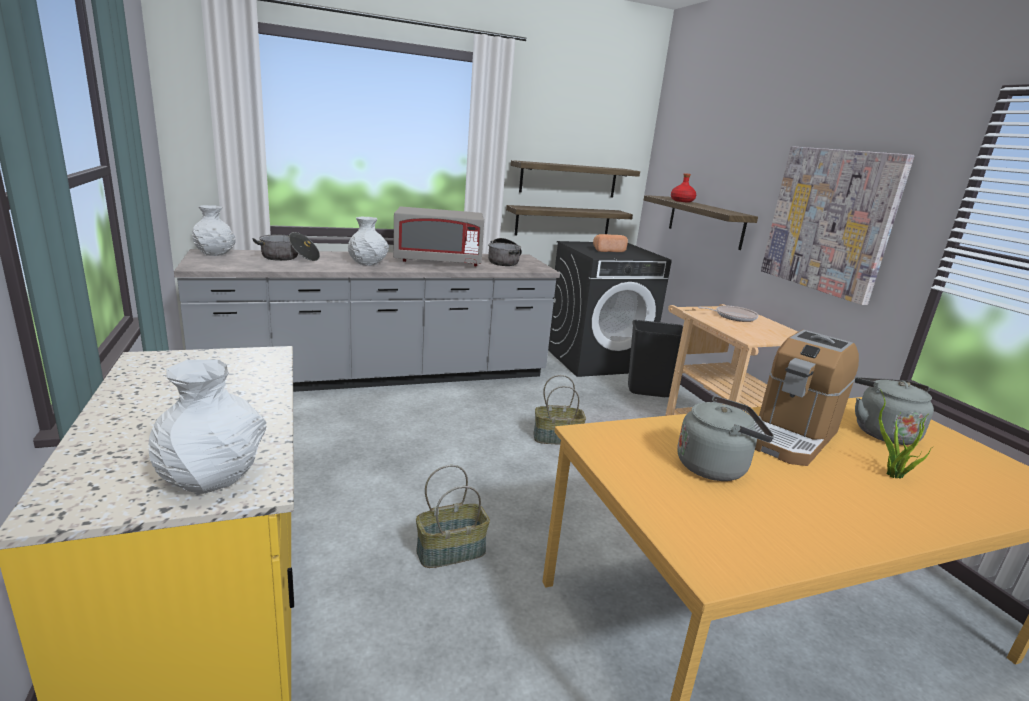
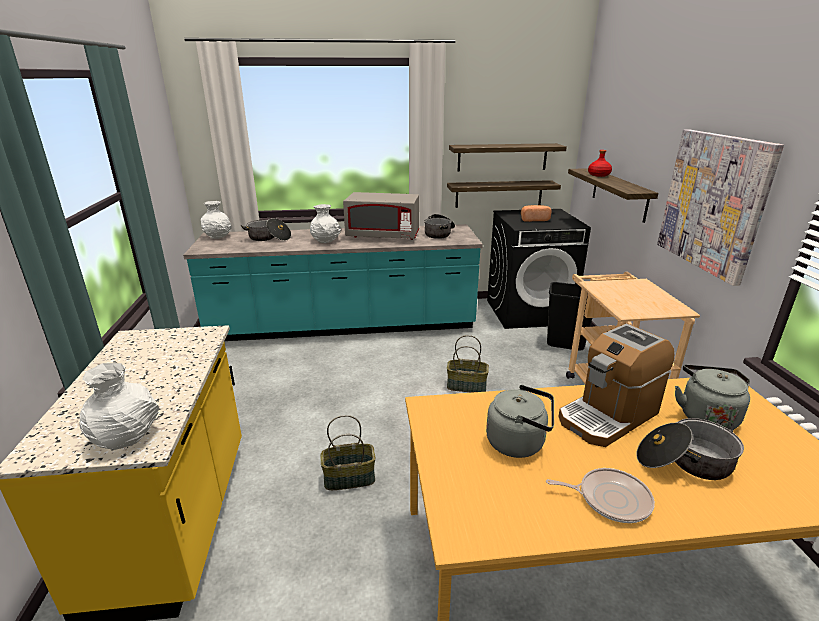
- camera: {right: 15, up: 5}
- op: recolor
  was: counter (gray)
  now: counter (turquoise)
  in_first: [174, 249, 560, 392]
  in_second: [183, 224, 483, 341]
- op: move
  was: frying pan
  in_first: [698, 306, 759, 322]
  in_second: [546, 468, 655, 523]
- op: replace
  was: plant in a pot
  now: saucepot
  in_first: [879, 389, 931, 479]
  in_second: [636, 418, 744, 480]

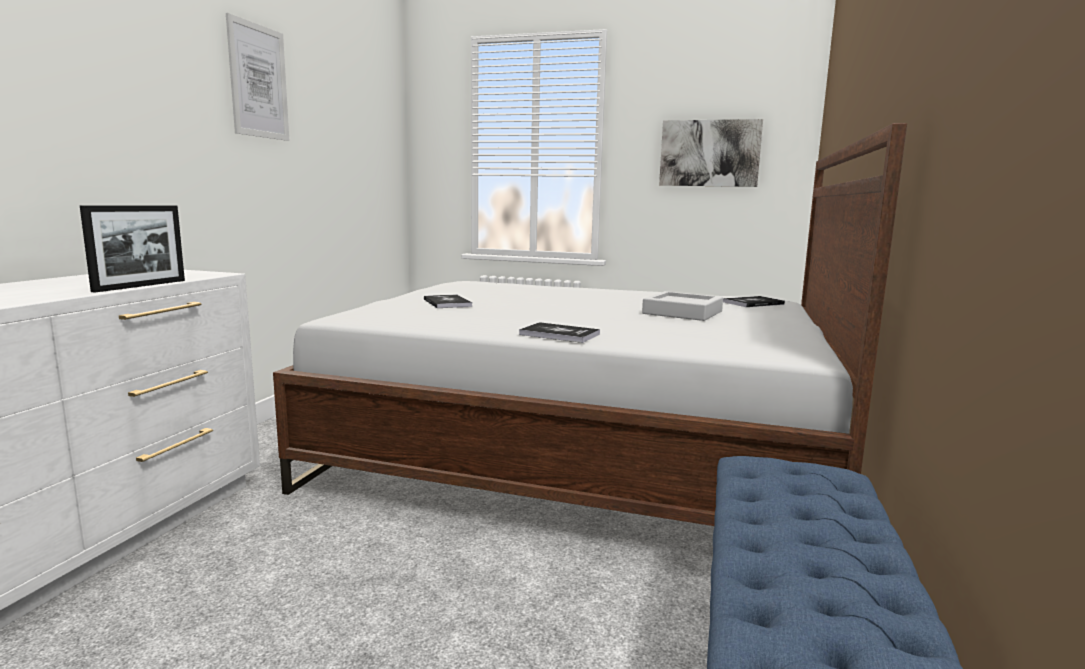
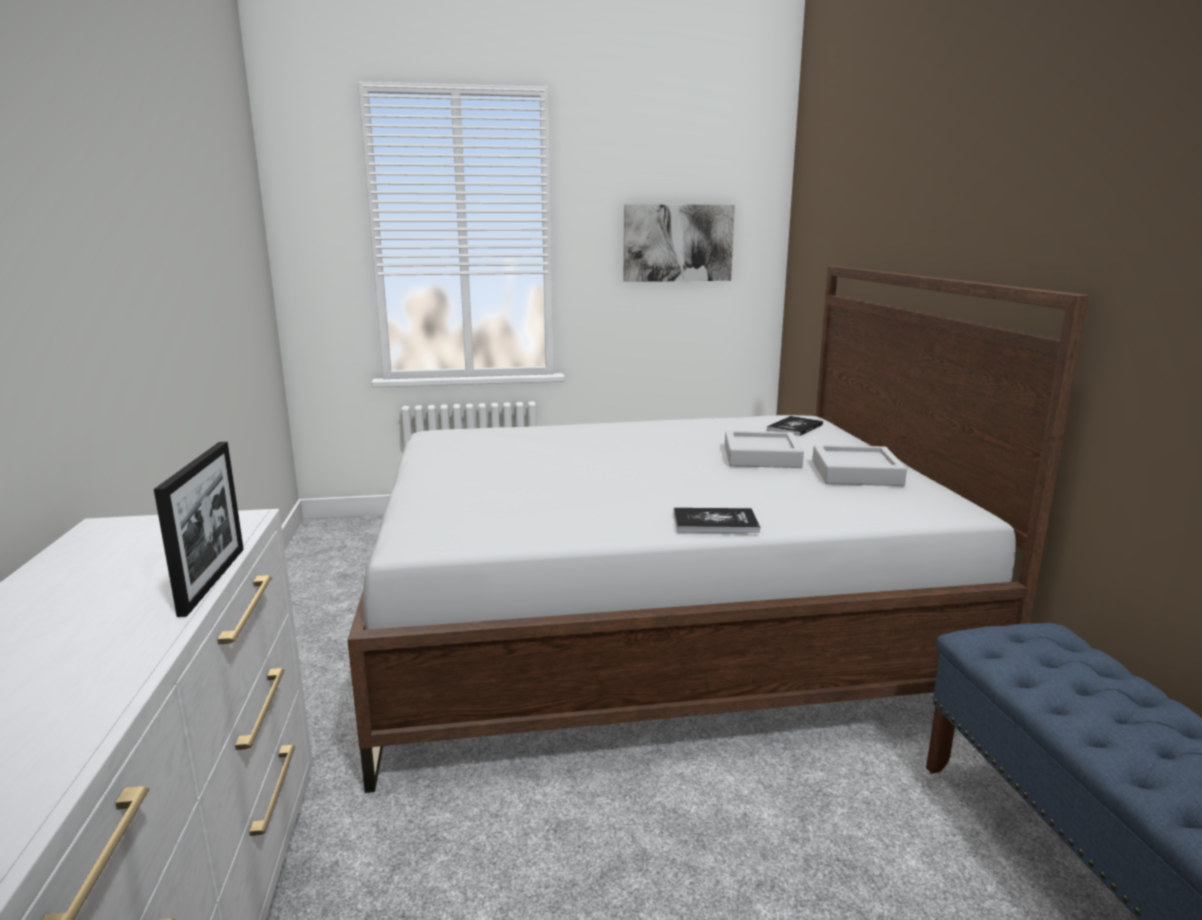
- camera: {right: -25, up: 5}
- op: delete
  was: wall picture
  in_first: [226, 13, 289, 141]
- op: delete
  was: bound book
  in_first: [424, 294, 472, 308]
- op: insert
  now: tray (gray)
  in_second: [812, 445, 907, 486]

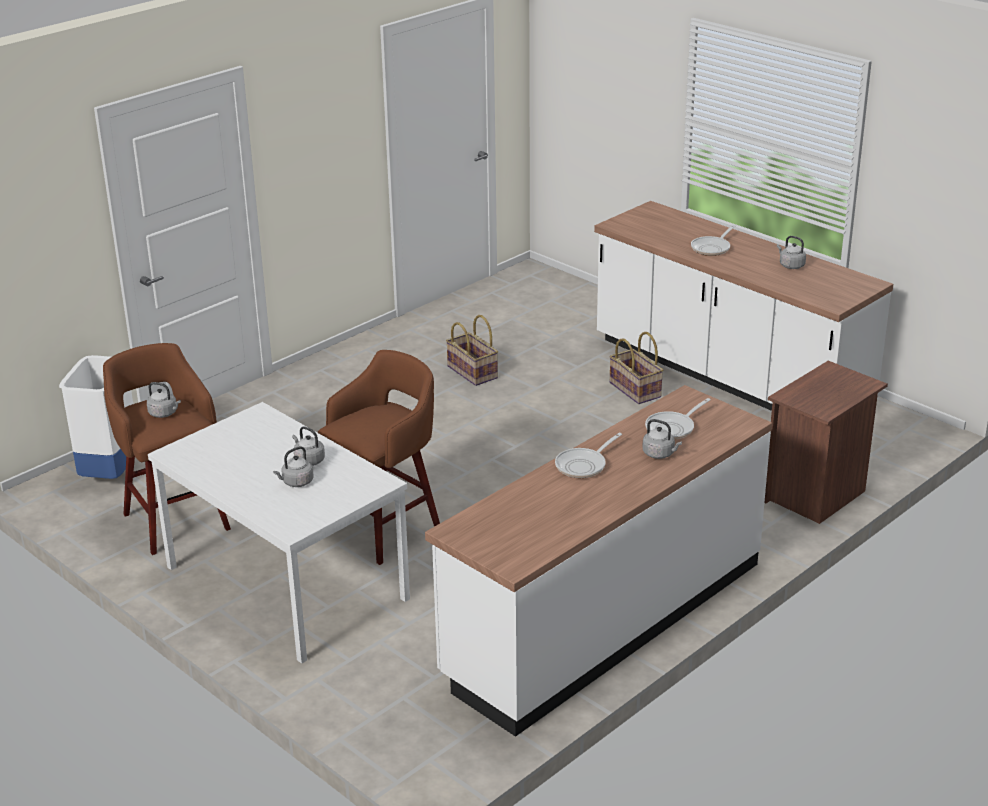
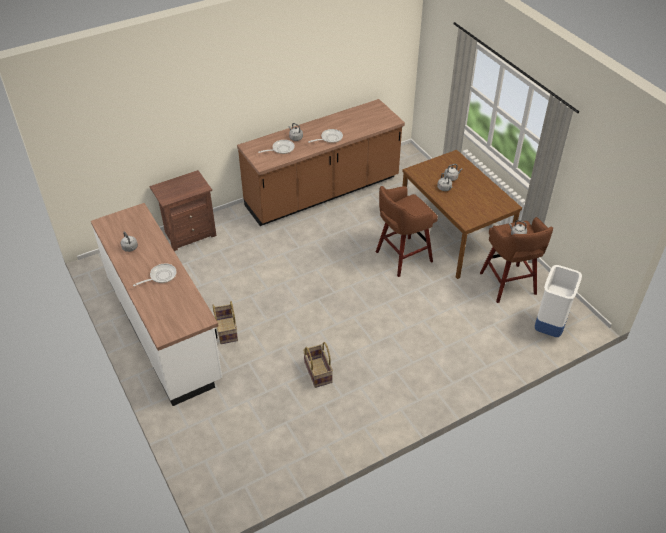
- camera: {right: -165, up: 15}
- op: recolor
  was: dinner table (white)
  now: dinner table (brownish)
  in_first: [148, 402, 410, 664]
  in_second: [402, 150, 522, 279]
- op: recolor
  was: counter (white)
  now: counter (brownish)
  in_first: [425, 385, 772, 737]
  in_second: [237, 99, 405, 226]

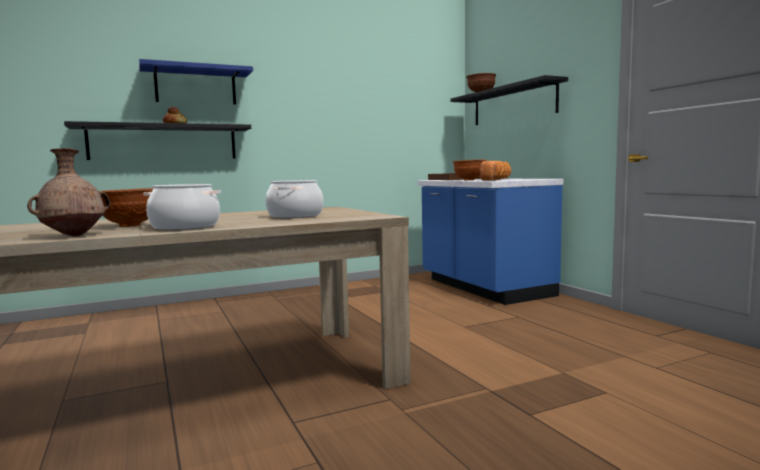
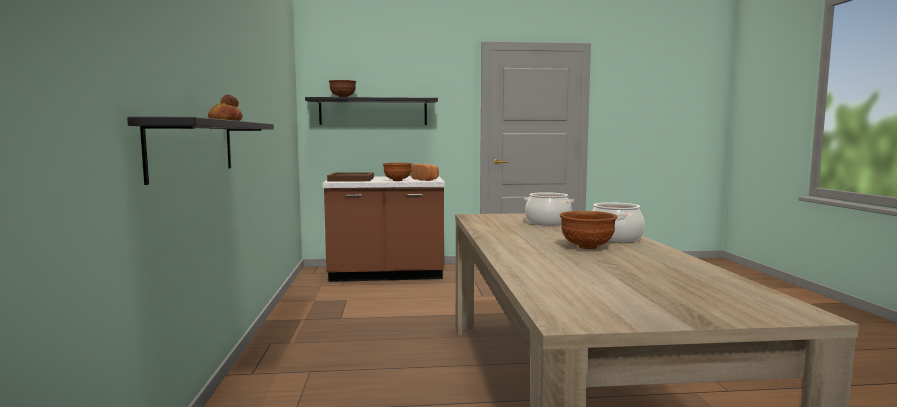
- camera: {right: -70, up: 0}
- op: delete
  was: decorative vase (brownish)
  in_first: [27, 148, 110, 236]
- op: delete
  was: shelf (blue-coloured)
  in_first: [139, 59, 253, 105]
- op: recolor
  was: counter (blue-coloured)
  now: counter (brownish)
  in_first: [417, 179, 563, 305]
  in_second: [322, 176, 445, 282]

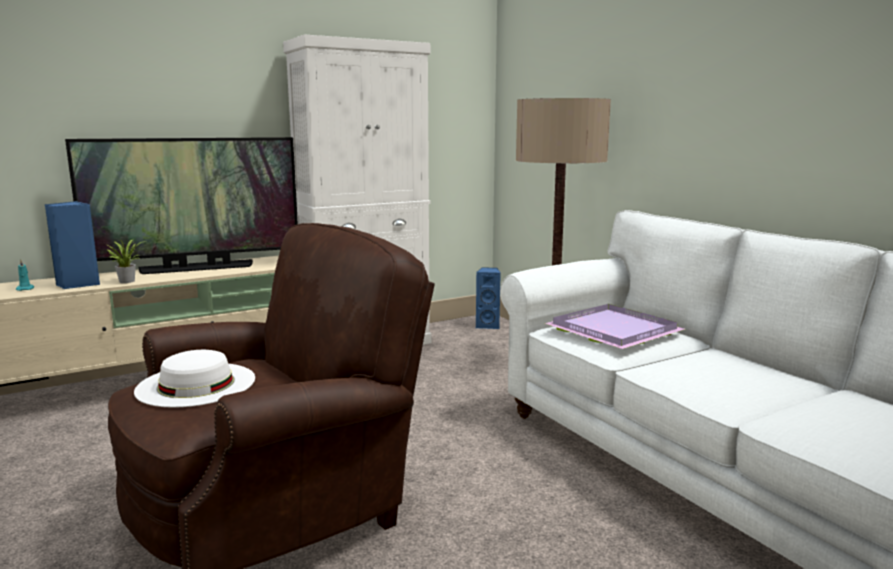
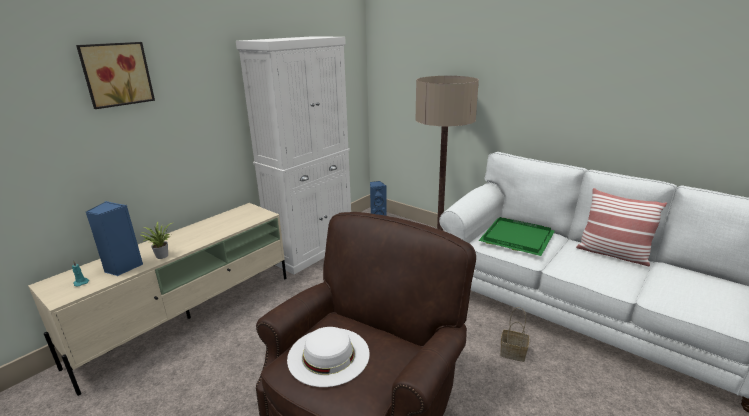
- camera: {right: -20, up: 10}
- op: delete
  was: TV
  in_first: [65, 137, 298, 274]
- op: recolor
  was: tray (purple-coloured)
  now: tray (green-coloured)
  in_first: [544, 304, 685, 349]
  in_second: [478, 217, 555, 256]
- op: insert
  now: wall picture
  in_second: [76, 42, 155, 109]
- op: insert
  now: storage basket
  in_second: [500, 307, 529, 362]
- op: insert
  now: cushion
  in_second: [576, 188, 667, 266]

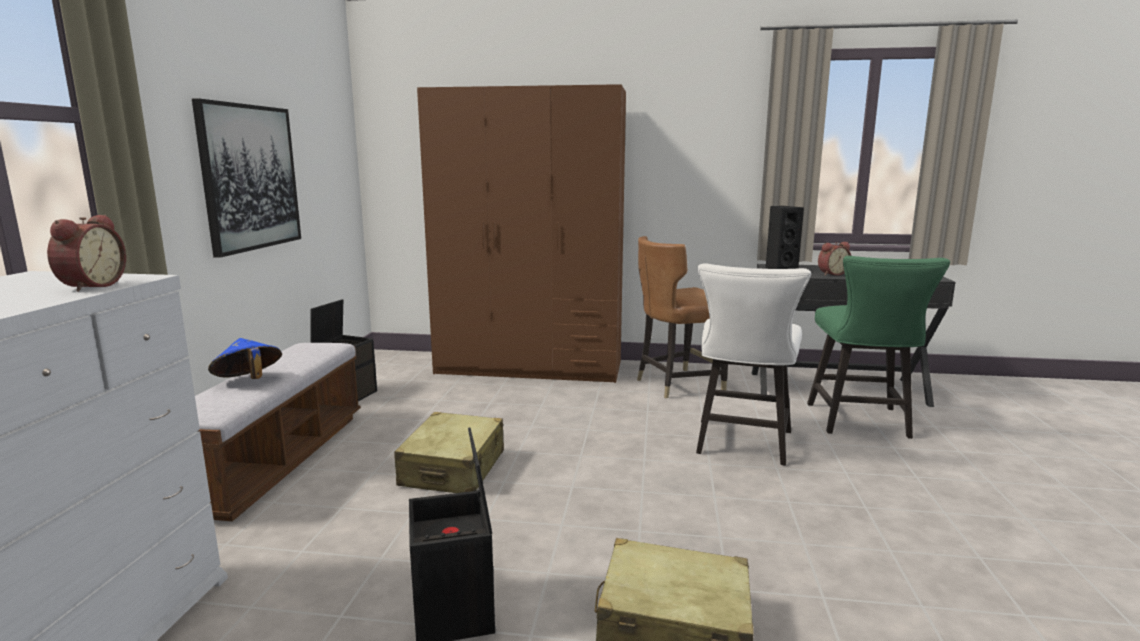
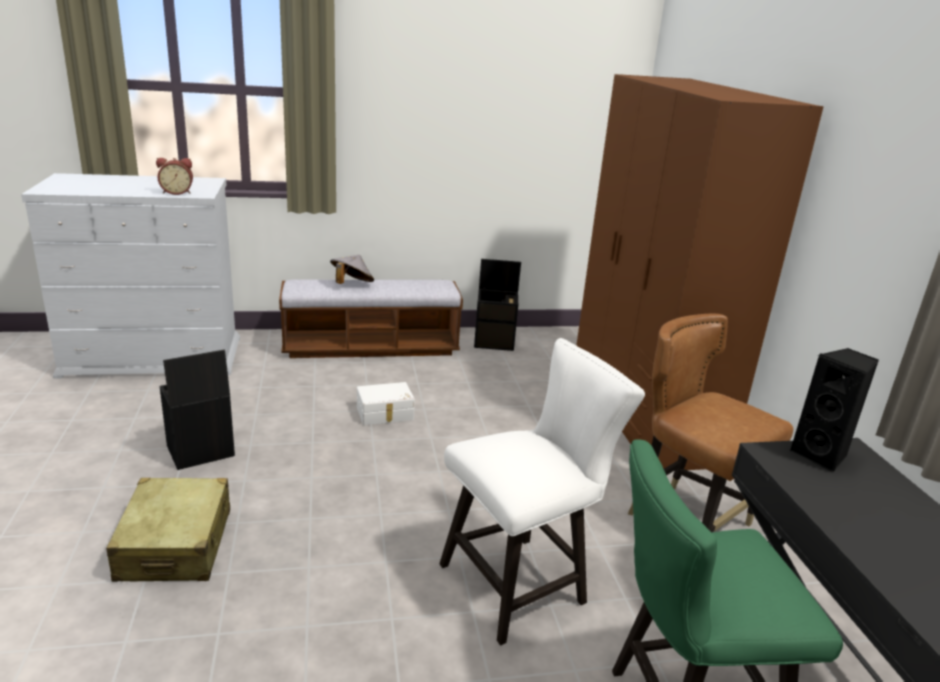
- camera: {right: 70, up: 10}
- op: delete
  was: wall picture
  in_first: [192, 98, 301, 258]
- op: recolor
  was: hat (blue-coloured)
  now: hat (gray)
  in_first: [208, 338, 282, 379]
  in_second: [330, 255, 374, 284]
- op: replace
  was: piece of luggage (sand-coloured)
  now: storage bin (white)
  in_first: [394, 412, 504, 493]
  in_second: [357, 382, 415, 425]
- op: rotate
  was: plain chair (white)
  in_first: [696, 263, 811, 466]
  in_second: [439, 338, 645, 645]
  clockwise: 150
- op: delete
  was: table clock
  in_first: [818, 242, 851, 276]

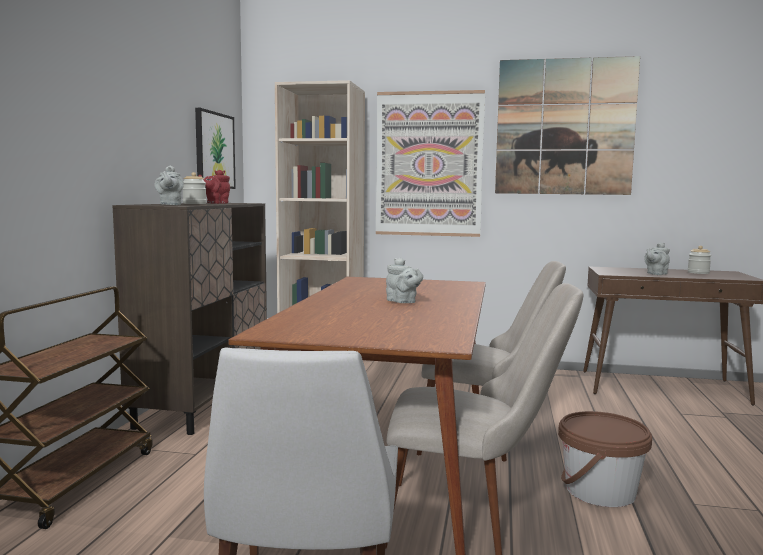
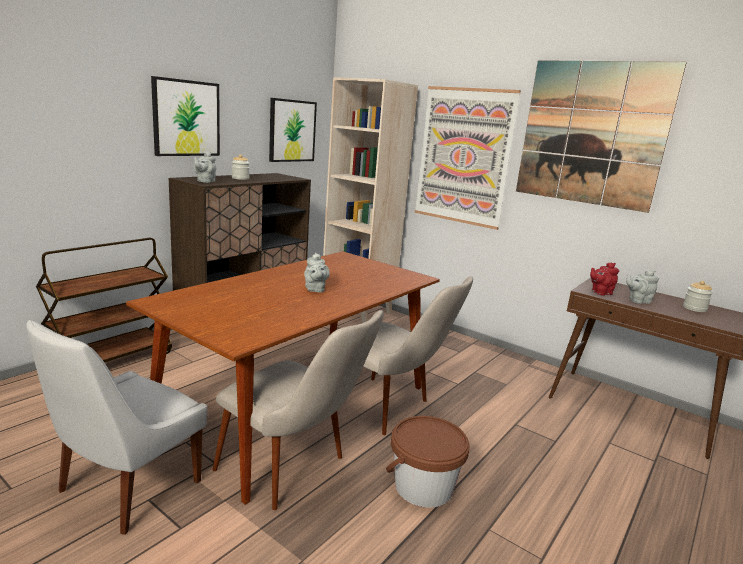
- camera: {right: 25, up: 10}
- op: move
  was: pot for tea (reddish)
  in_first: [199, 170, 230, 204]
  in_second: [590, 263, 619, 296]
- op: insert
  now: wall picture
  in_second: [151, 76, 220, 156]

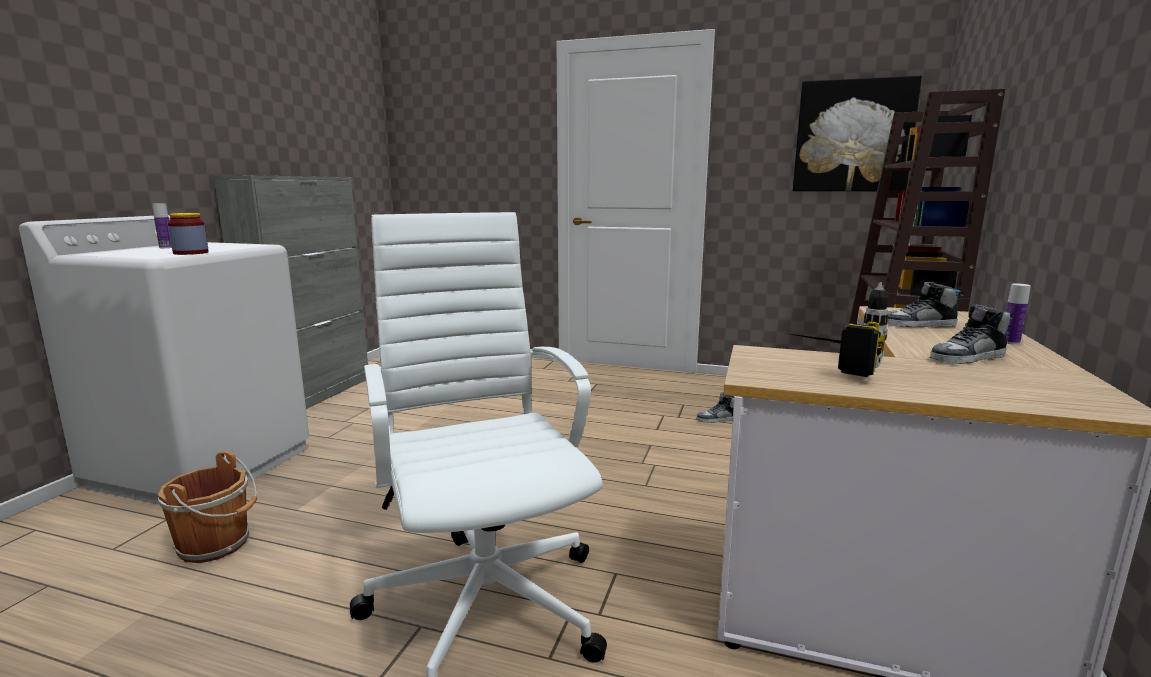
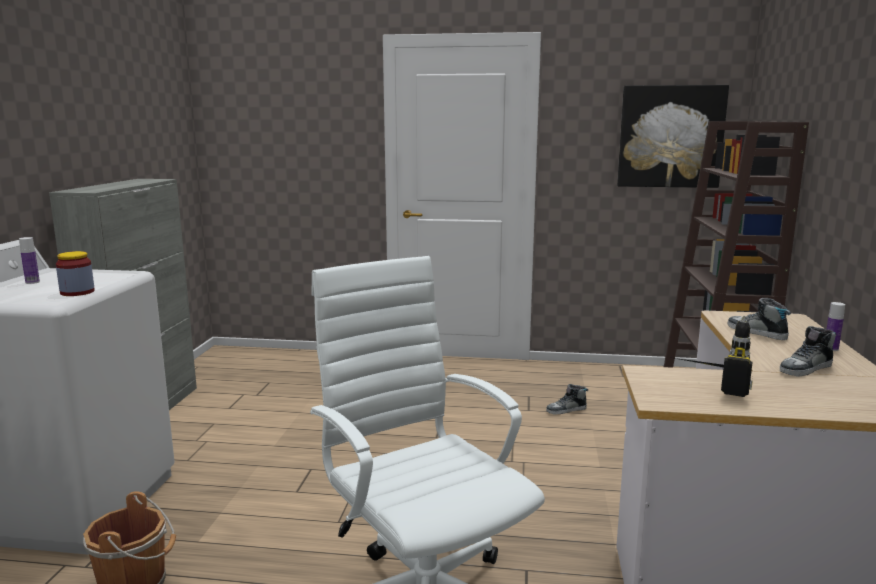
- camera: {right: -10, up: 0}
- op: rotate
  was: item of footwear
  in_first: [887, 282, 964, 327]
  in_second: [728, 298, 791, 340]
  clockwise: 60

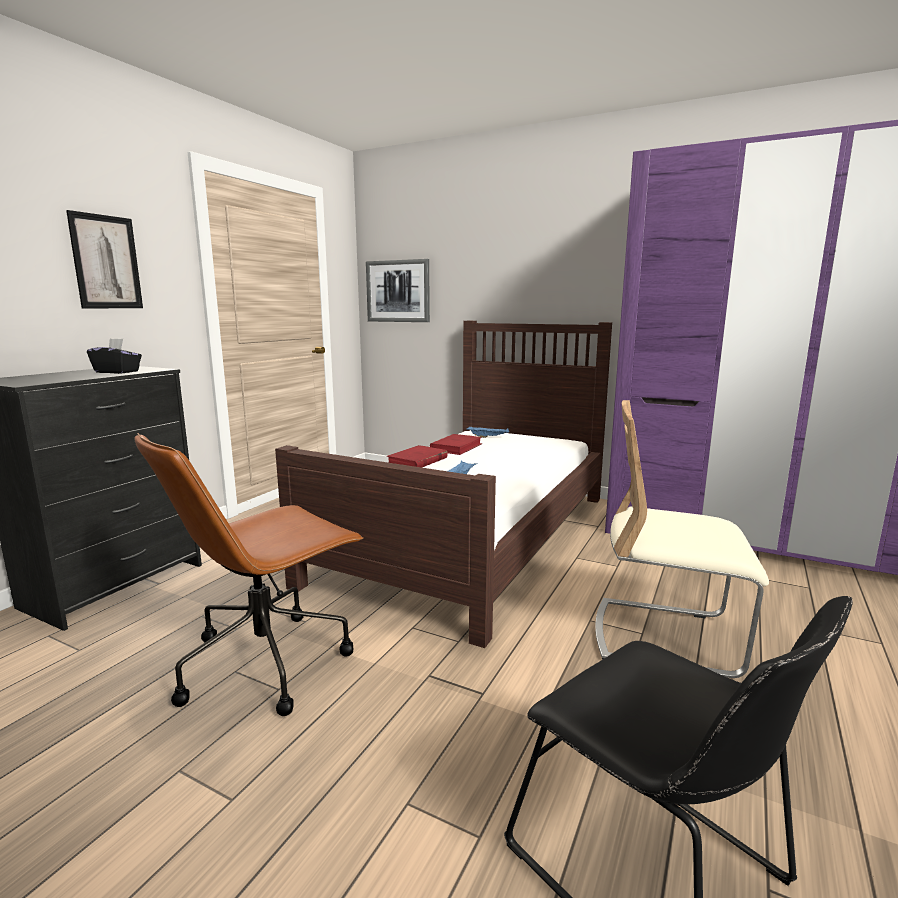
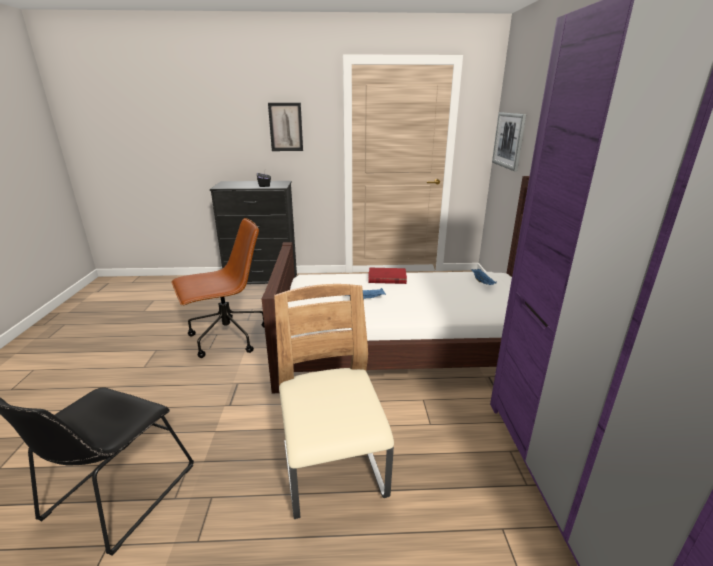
- camera: {right: 60, up: 10}
- op: rotate
  was: desk chair (brownish)
  in_first: [134, 433, 363, 716]
  in_second: [171, 218, 265, 358]
  clockwise: 135
- op: delete
  was: bound book (reddish)
  in_first: [430, 434, 483, 455]

